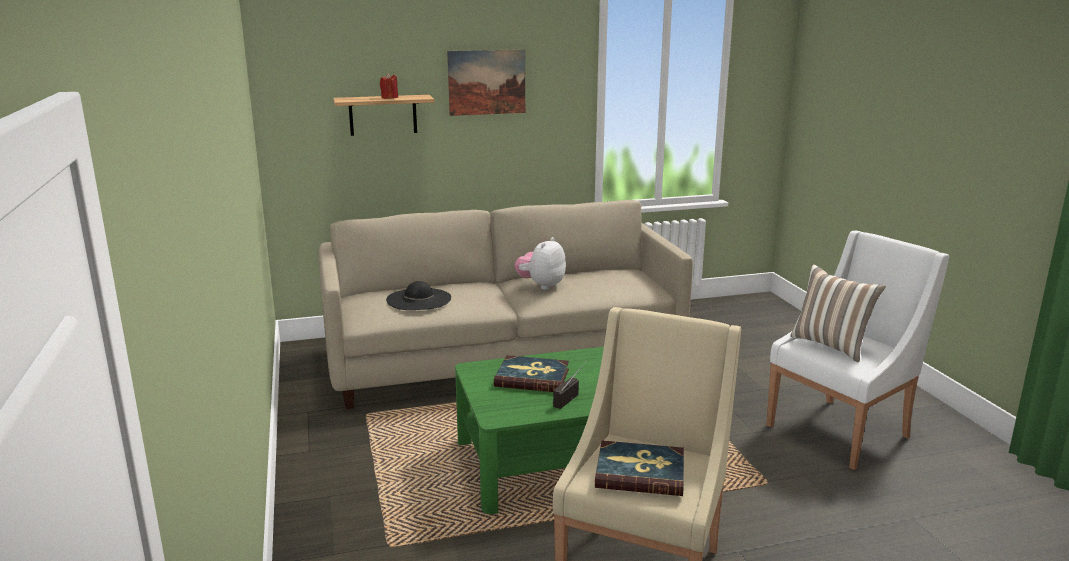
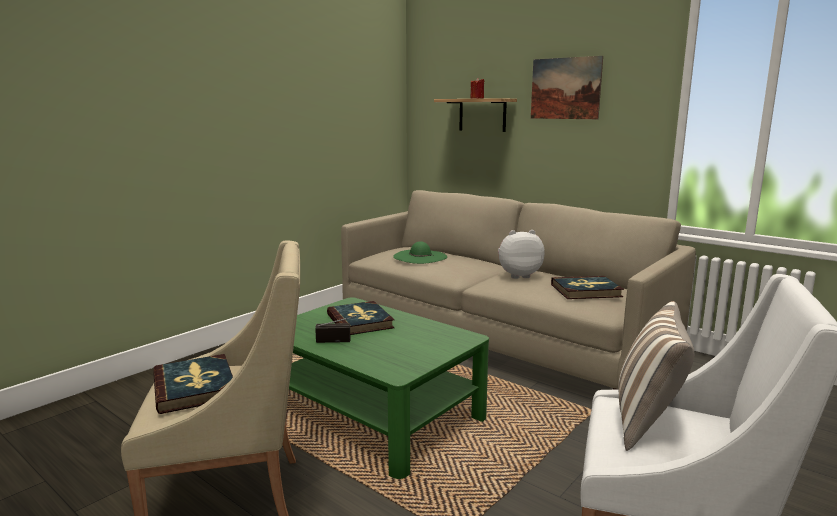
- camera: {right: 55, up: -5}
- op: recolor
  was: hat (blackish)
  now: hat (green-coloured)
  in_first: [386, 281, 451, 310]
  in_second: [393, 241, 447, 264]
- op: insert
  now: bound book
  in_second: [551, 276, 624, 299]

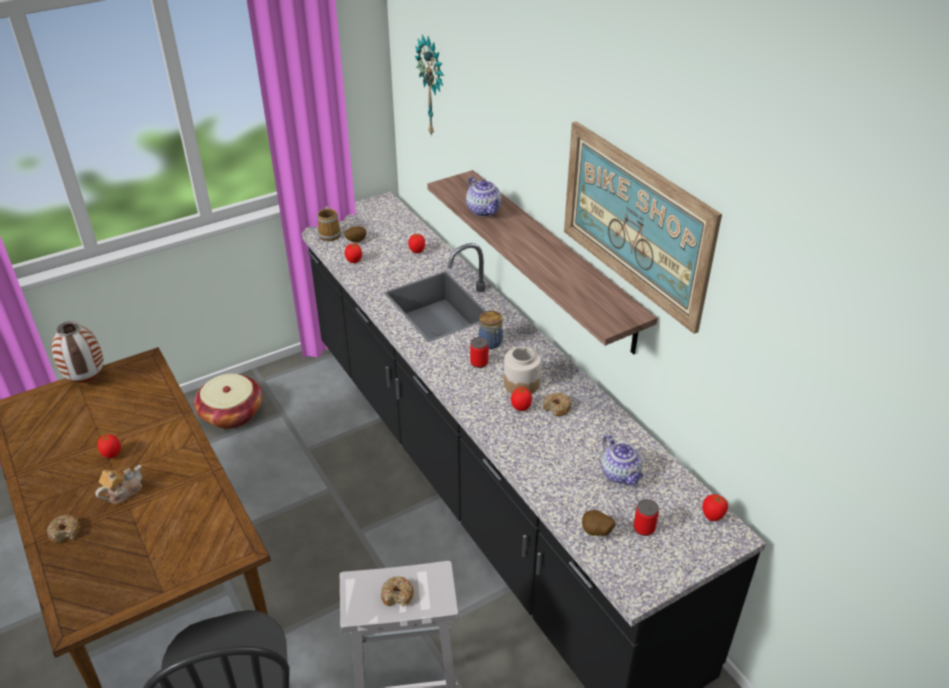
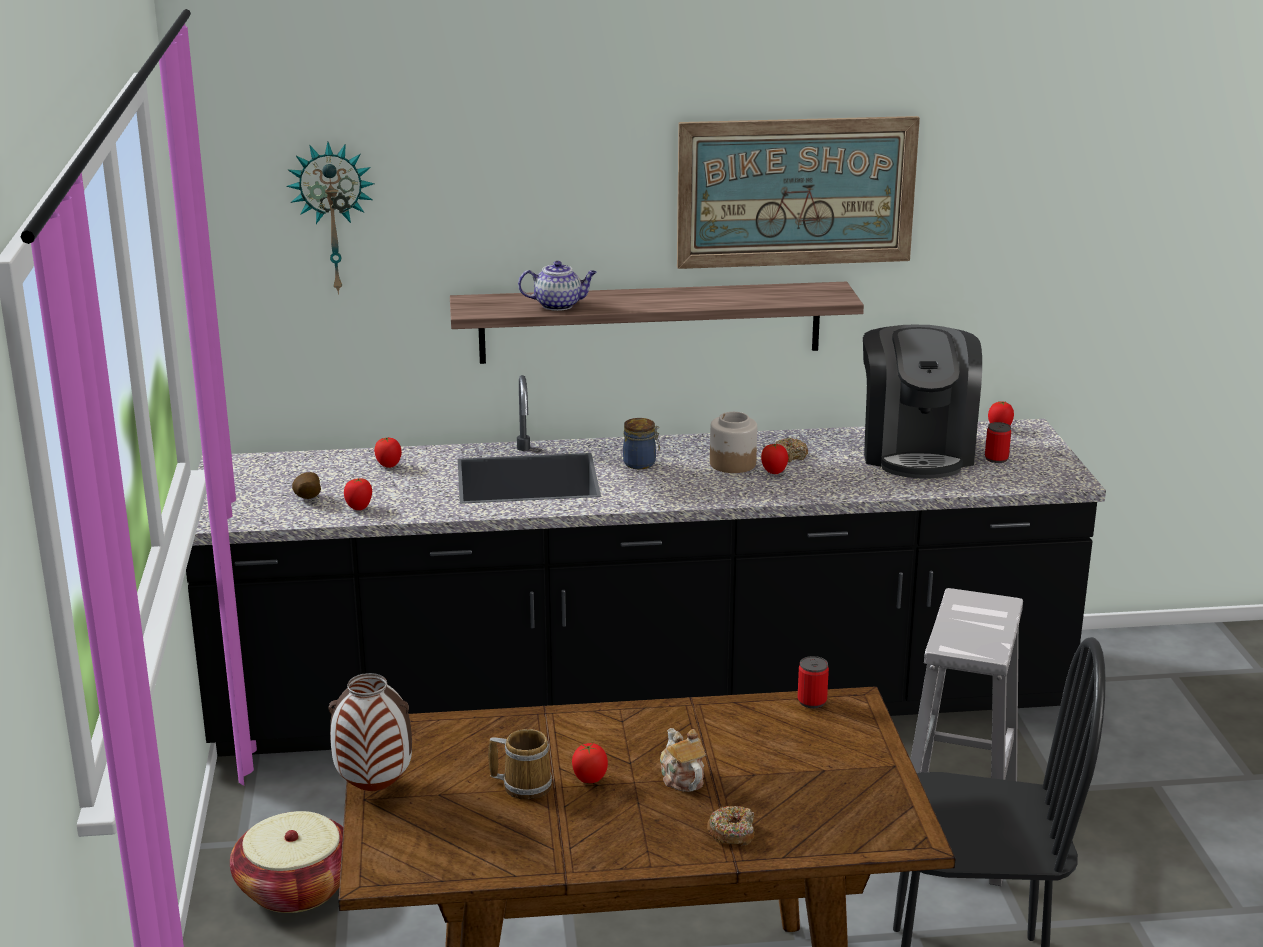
- camera: {right: -65, up: -15}
- op: move
  was: tea mug
  in_first: [317, 206, 341, 241]
  in_second: [488, 729, 552, 800]
- op: delete
  was: doughnut
  in_first: [381, 576, 414, 606]
- op: move
  was: can
  in_first: [470, 337, 488, 368]
  in_second: [798, 656, 829, 708]
- op: delete
  was: spud
  in_first: [582, 510, 615, 536]
- op: replace
  was: pot for tea
  now: coffee brewer
  in_first: [601, 435, 643, 485]
  in_second: [863, 325, 982, 479]

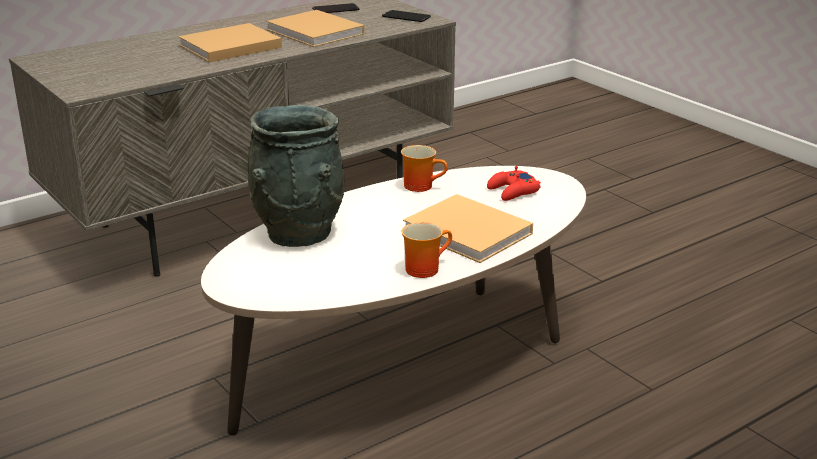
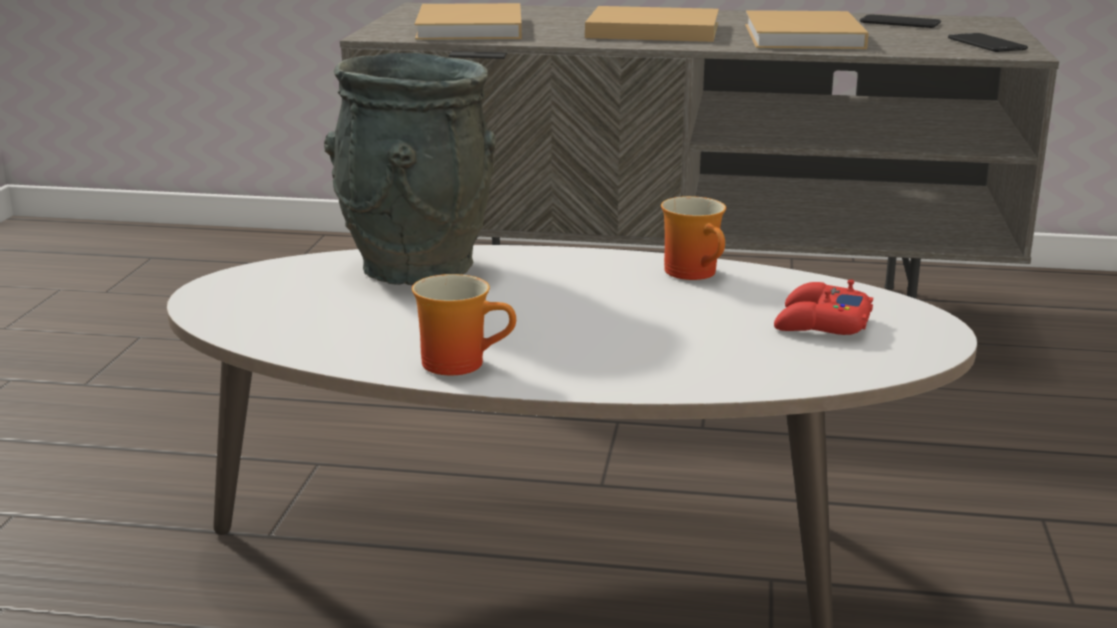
- camera: {right: 45, up: -5}
- op: move
  was: bound book (sand-coloured)
  in_first: [403, 194, 533, 263]
  in_second: [415, 3, 522, 40]

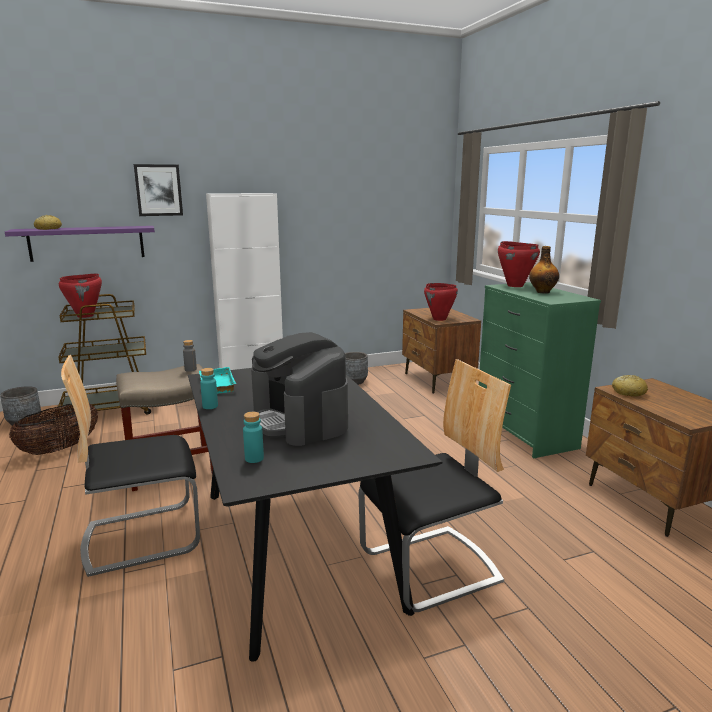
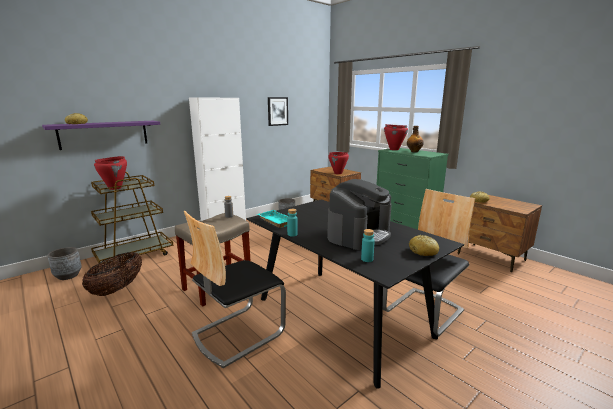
- camera: {right: -20, up: 0}
- op: move
  was: wall picture
  in_first: [134, 164, 183, 216]
  in_second: [268, 97, 288, 126]
- op: rotate
  was: coffee brewer
  in_first: [251, 332, 348, 446]
  in_second: [327, 179, 392, 250]
  clockwise: -90
- op: insert
  now: bakery bread
  in_second: [409, 235, 439, 256]

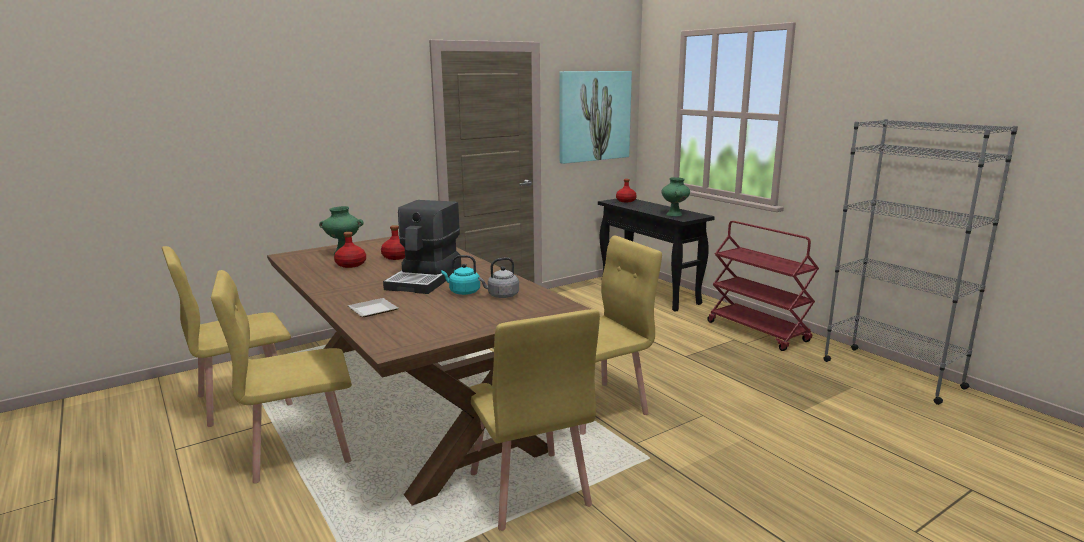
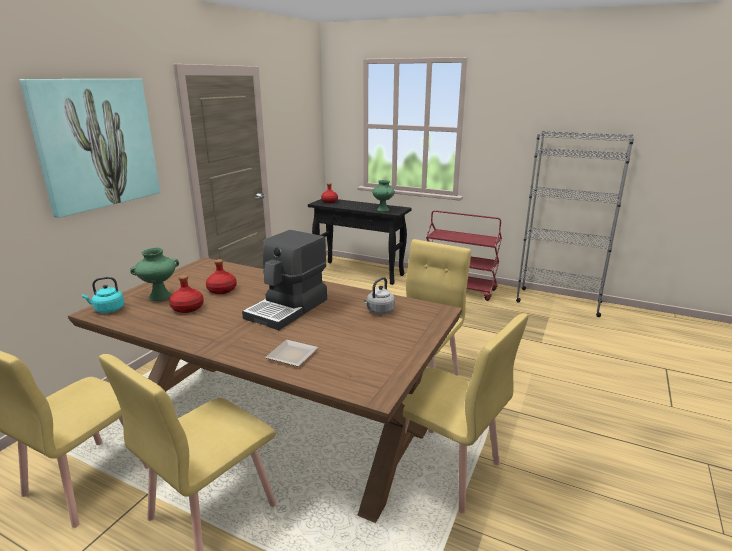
- camera: {right: -30, up: 5}
- op: rotate
  was: coffee brewer
  in_first: [383, 200, 461, 294]
  in_second: [242, 230, 327, 330]
  clockwise: 45
- op: move
  was: kettle (turquoise)
  in_first: [441, 255, 480, 295]
  in_second: [82, 277, 124, 313]
- op: move
  was: wall picture
  in_first: [559, 71, 632, 164]
  in_second: [20, 79, 160, 218]

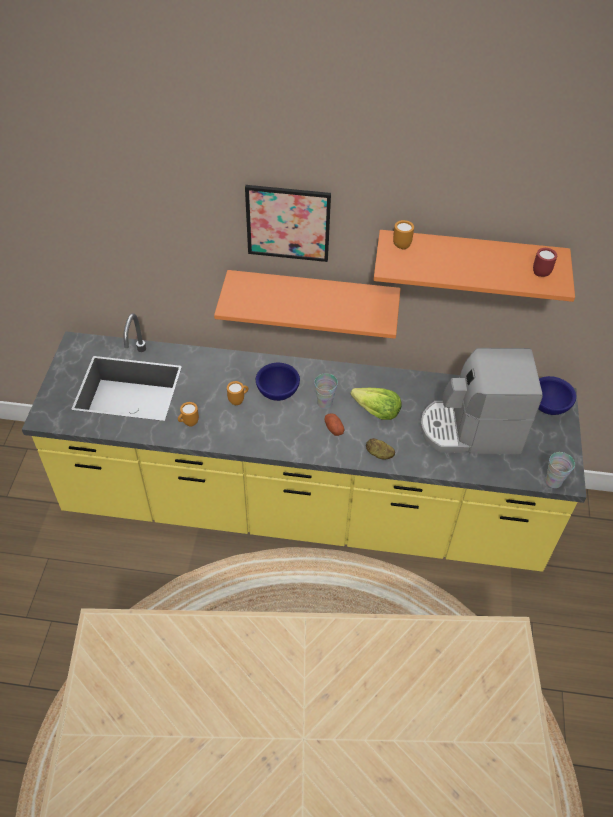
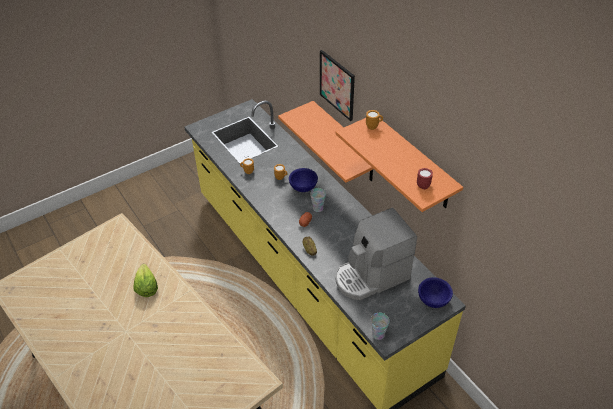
- camera: {right: 50, up: -5}
- op: move
  was: lettuce
  in_first: [350, 388, 402, 420]
  in_second: [133, 264, 158, 297]
- op: rotate
  was: coffee brewer
  in_first: [420, 348, 543, 454]
  in_second: [336, 208, 417, 300]
  clockwise: -75

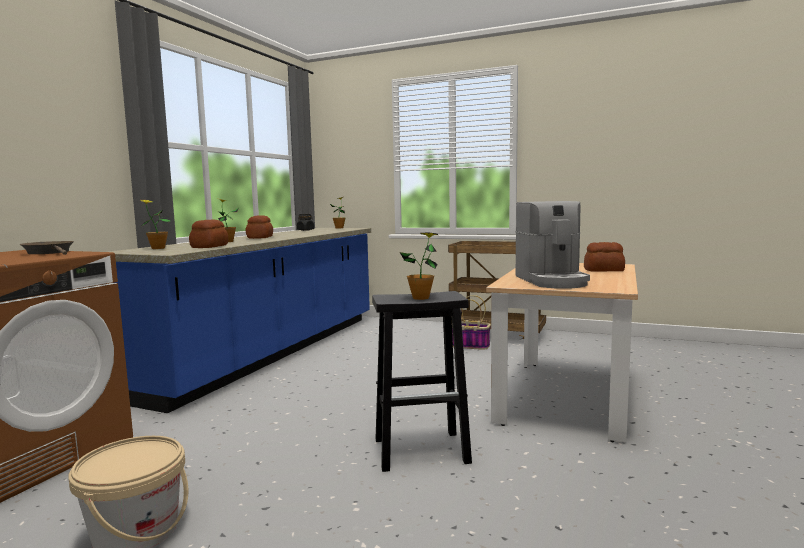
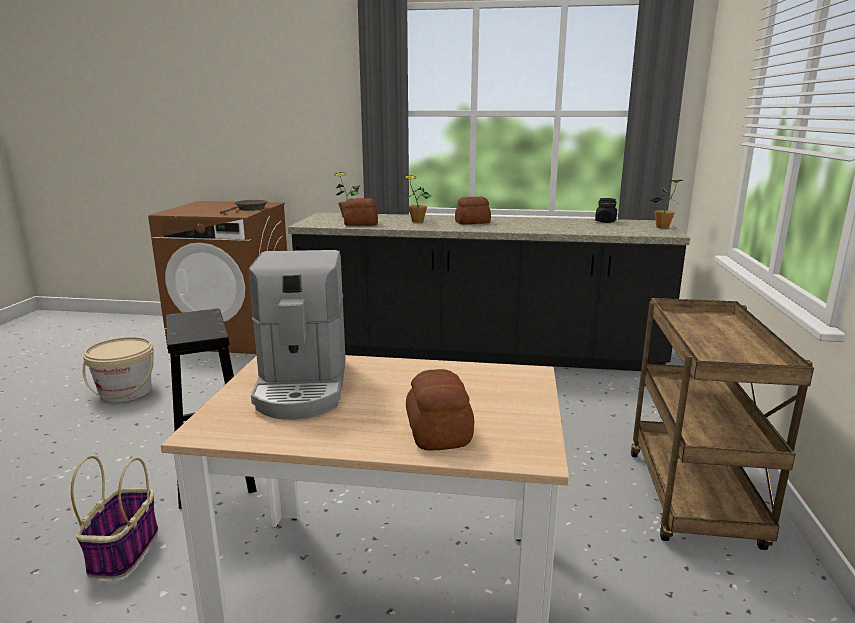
- camera: {right: 75, up: 10}
- op: recolor
  was: counter (blue-coloured)
  now: counter (blackish)
  in_first: [109, 228, 371, 413]
  in_second: [288, 213, 690, 371]
- op: delete
  was: plant in a pot
  in_first: [400, 232, 438, 300]
- op: move
  was: storage basket
  in_first: [452, 295, 491, 350]
  in_second: [71, 456, 158, 579]
- op: rotate
  was: coffee brewer
  in_first: [516, 201, 590, 289]
  in_second: [249, 250, 346, 420]
  clockwise: -75

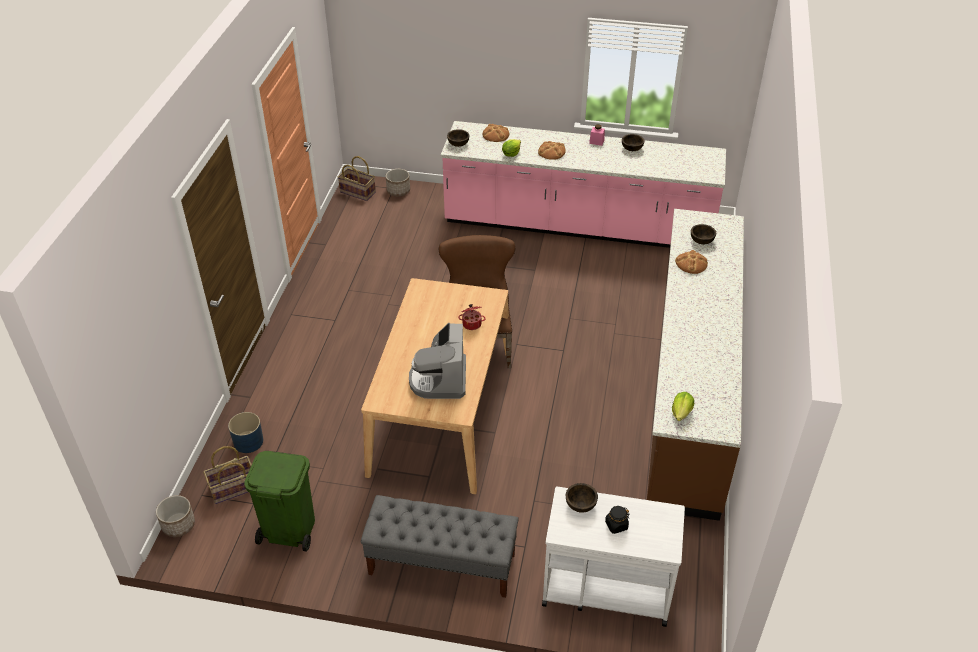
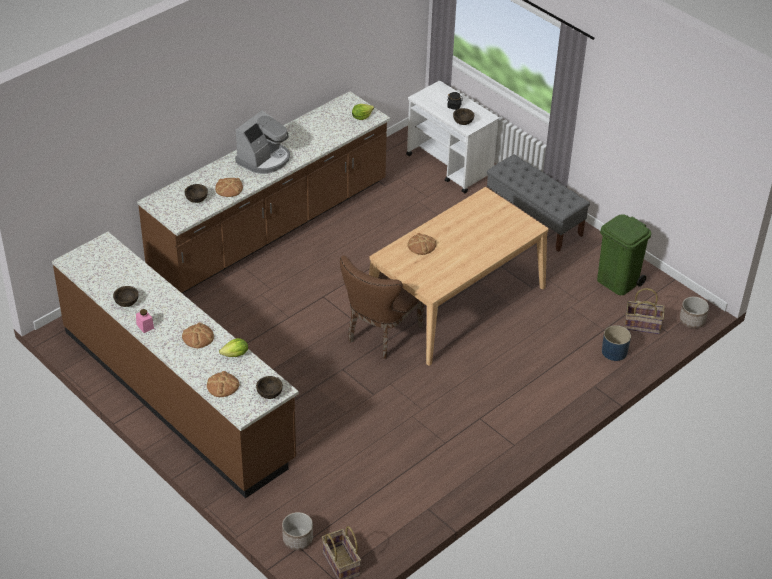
- camera: {right: -145, up: 0}
- op: move
  was: coffee brewer
  in_first: [409, 323, 466, 399]
  in_second: [235, 110, 290, 174]
- op: recolor
  was: counter (pink-coloured)
  now: counter (brownish)
  in_first: [441, 121, 726, 248]
  in_second: [52, 232, 299, 498]
- op: replace
  was: saucepot
  now: bakery bread
  in_first: [458, 304, 486, 330]
  in_second: [407, 233, 436, 255]

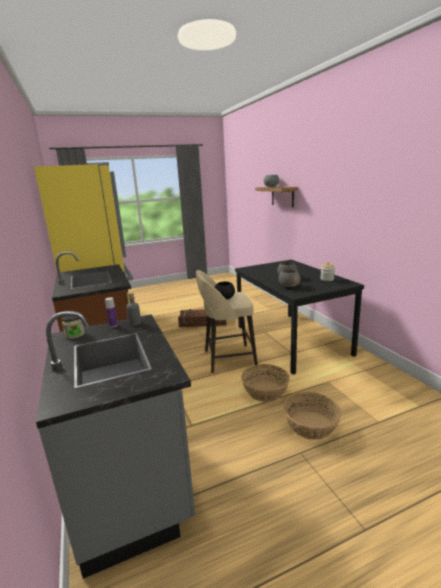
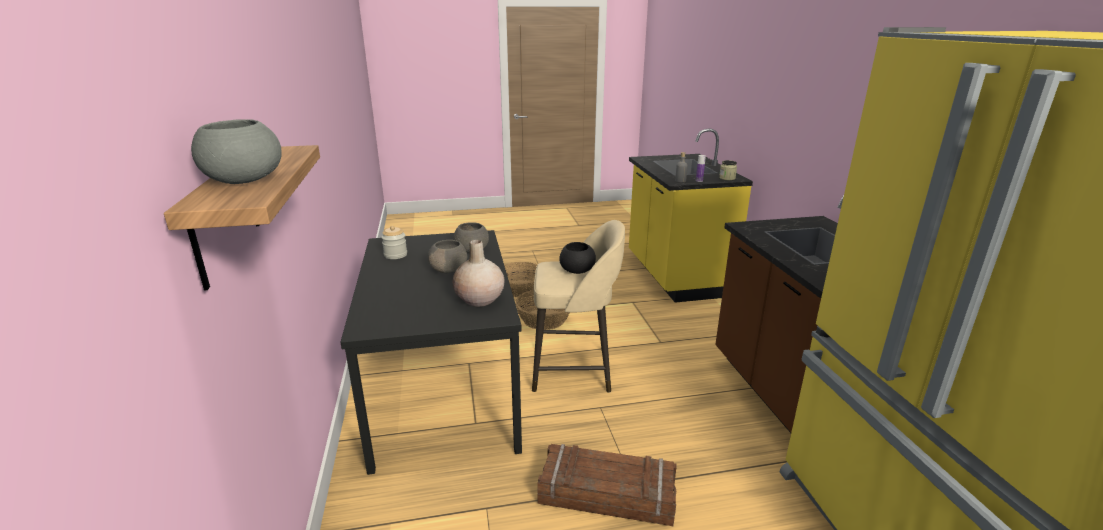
- camera: {right: -170, up: 5}
- op: recolor
  was: counter (gray)
  now: counter (yellowish)
  in_first: [36, 311, 195, 579]
  in_second: [629, 128, 753, 303]
- op: insert
  now: decorative vase (sand-coloured)
  in_second: [452, 240, 504, 307]

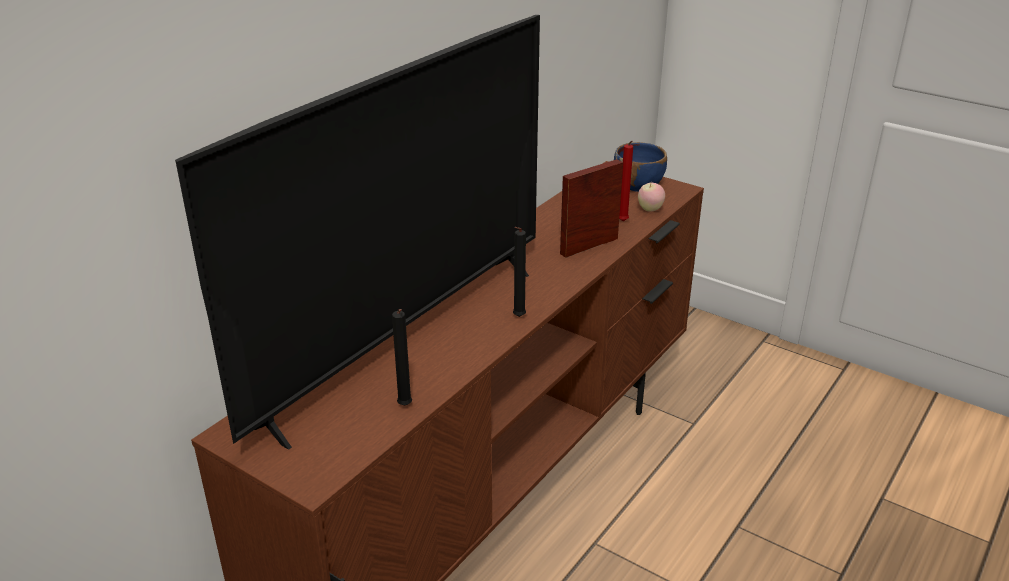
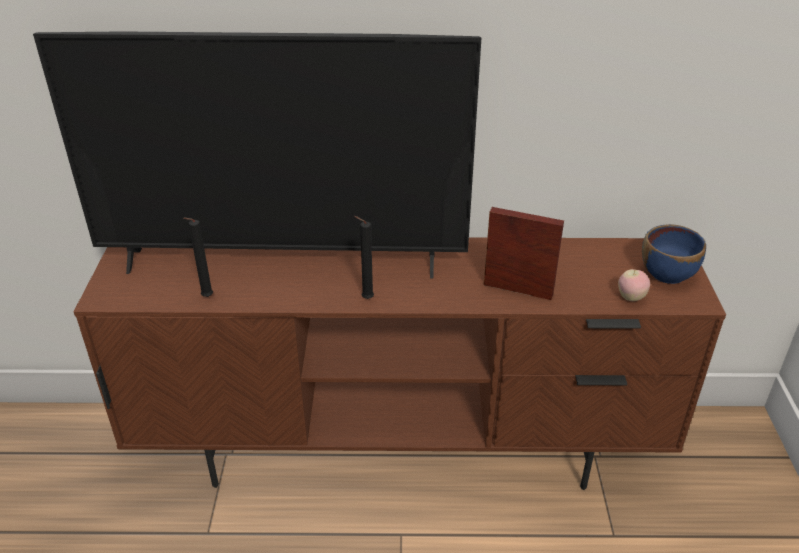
- camera: {right: 55, up: 5}
- op: delete
  was: candle (reddish)
  in_first: [619, 141, 633, 221]

